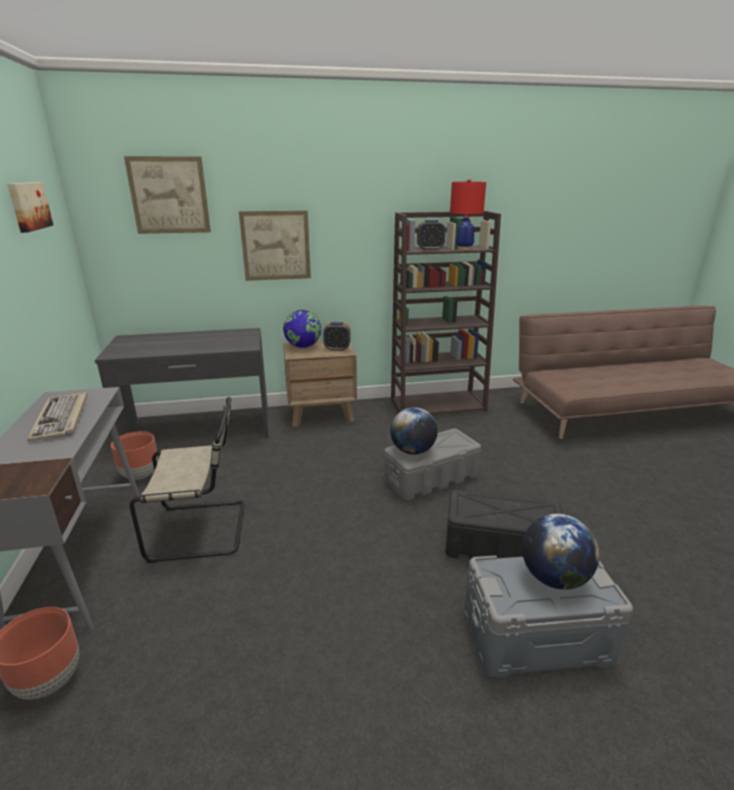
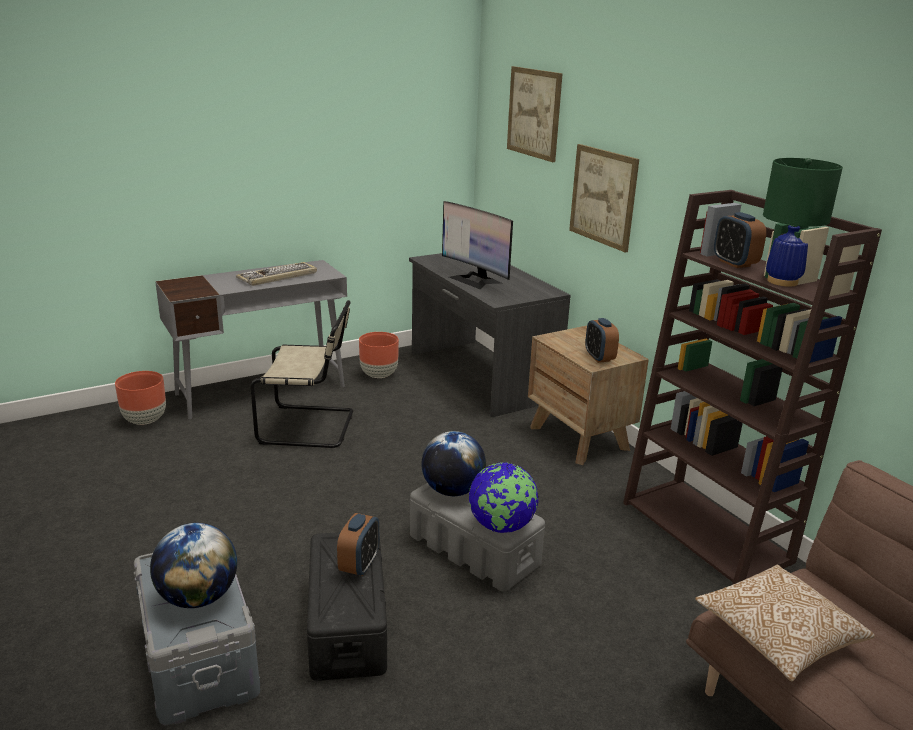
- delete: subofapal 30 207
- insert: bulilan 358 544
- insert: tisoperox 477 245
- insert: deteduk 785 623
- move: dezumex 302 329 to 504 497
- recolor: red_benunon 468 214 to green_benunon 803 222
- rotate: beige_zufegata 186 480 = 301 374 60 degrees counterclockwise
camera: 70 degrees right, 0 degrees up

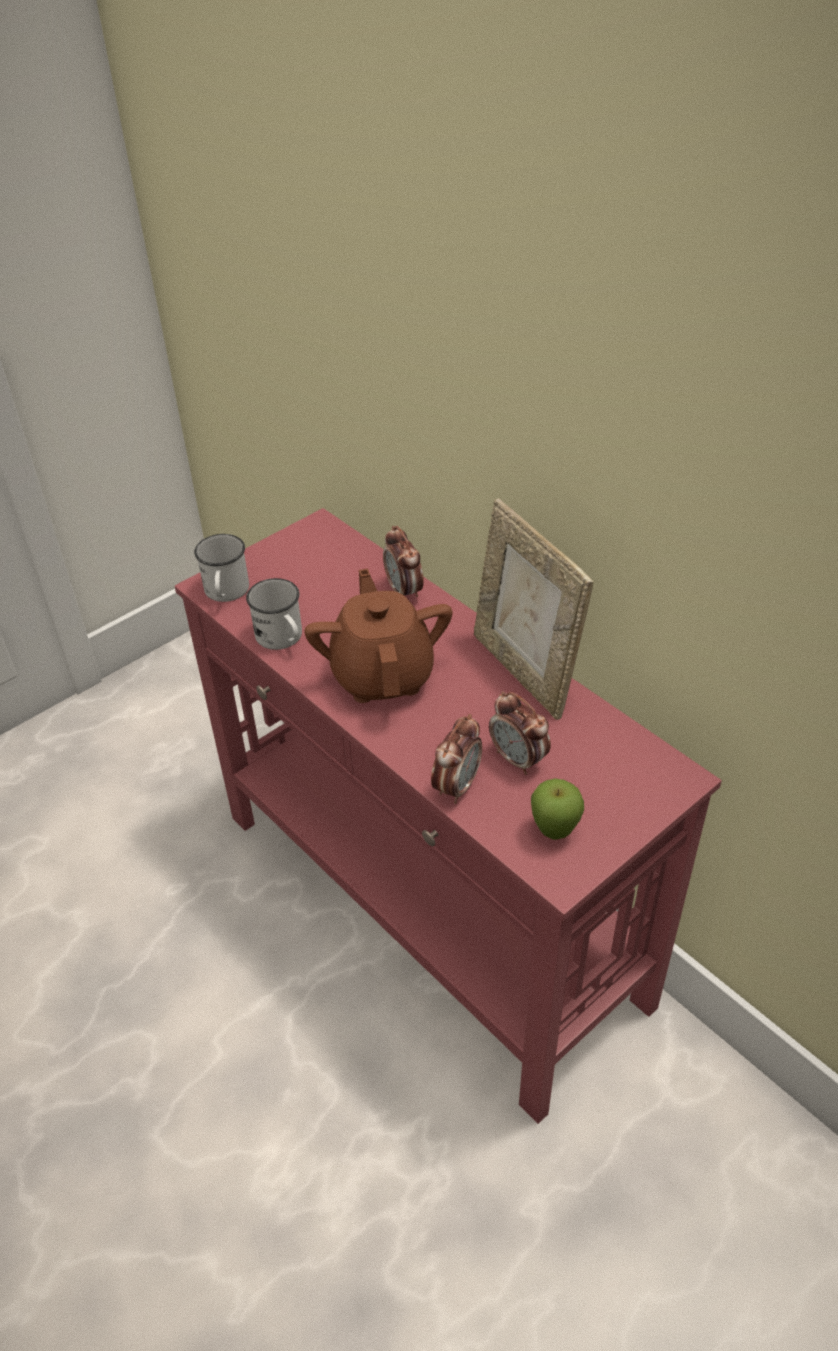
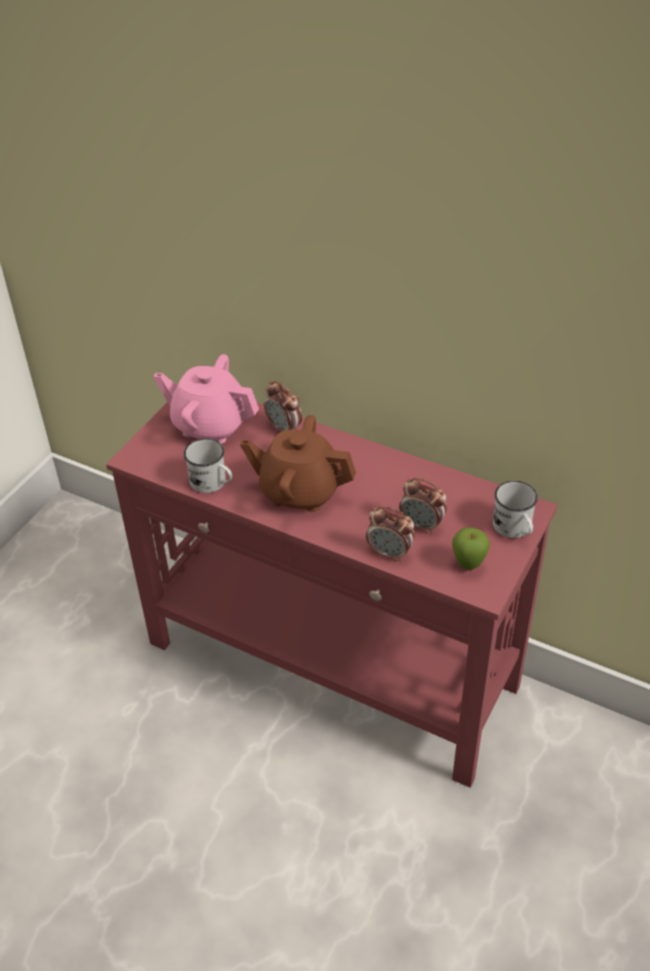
- delete: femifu 533 609
- insert: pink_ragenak 206 399
- move: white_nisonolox 221 568 to 515 509
- rotate: brown_ragenak 378 635 = 298 463 45 degrees counterclockwise
- rotate: bulilan 456 759 = 390 534 105 degrees clockwise
camera: 20 degrees left, 0 degrees up

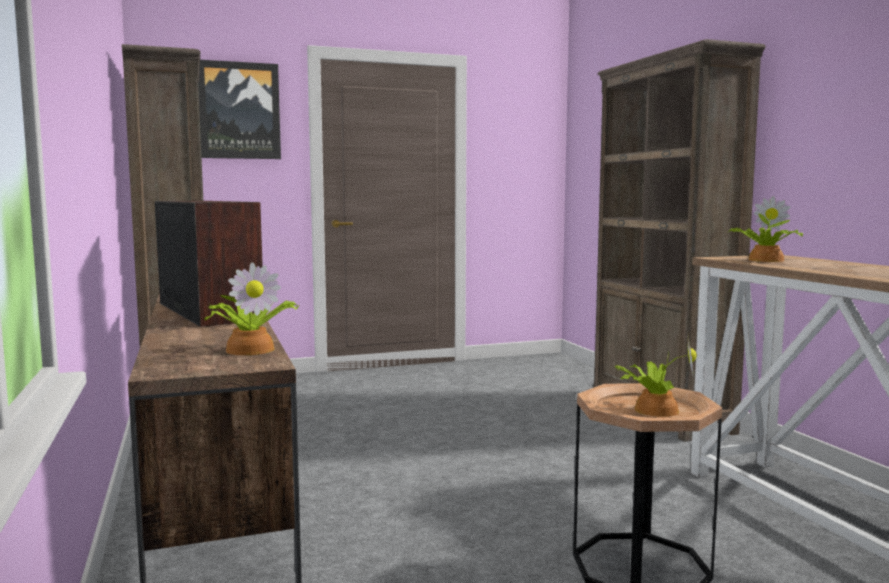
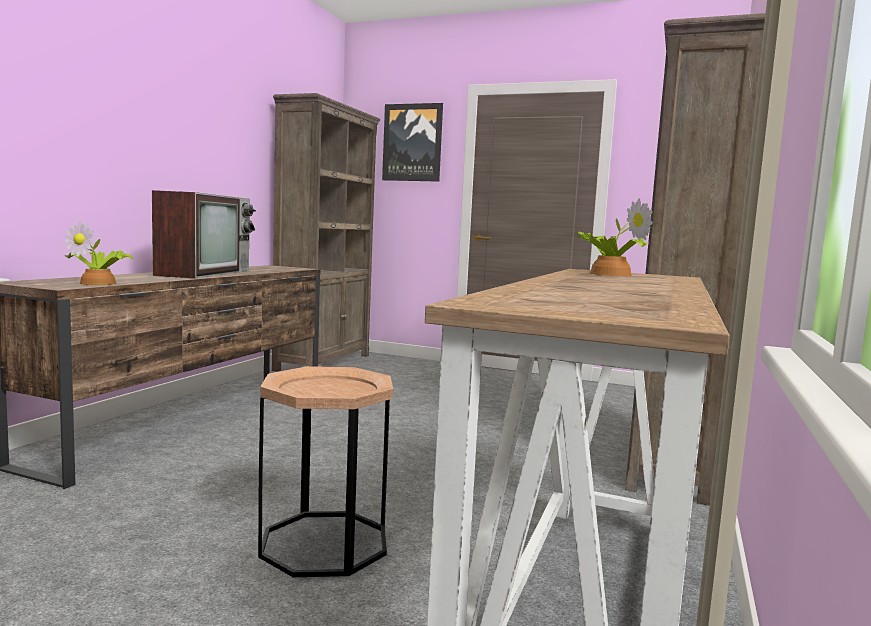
- delete: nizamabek 656 376
camera: 40 degrees right, 0 degrees up

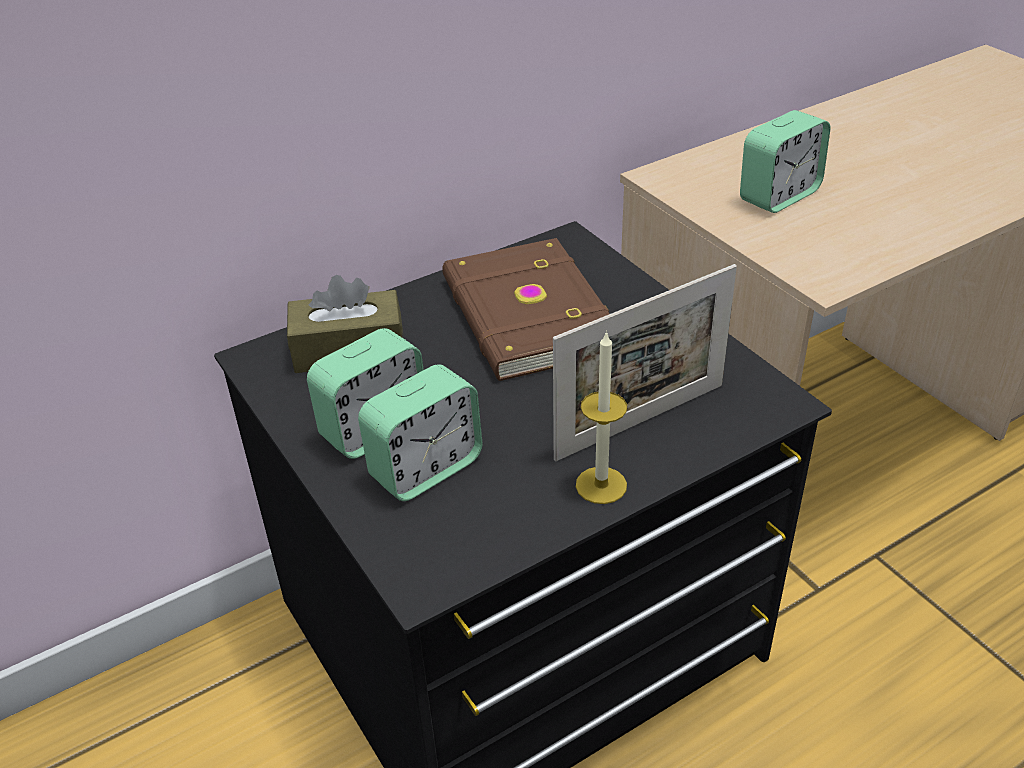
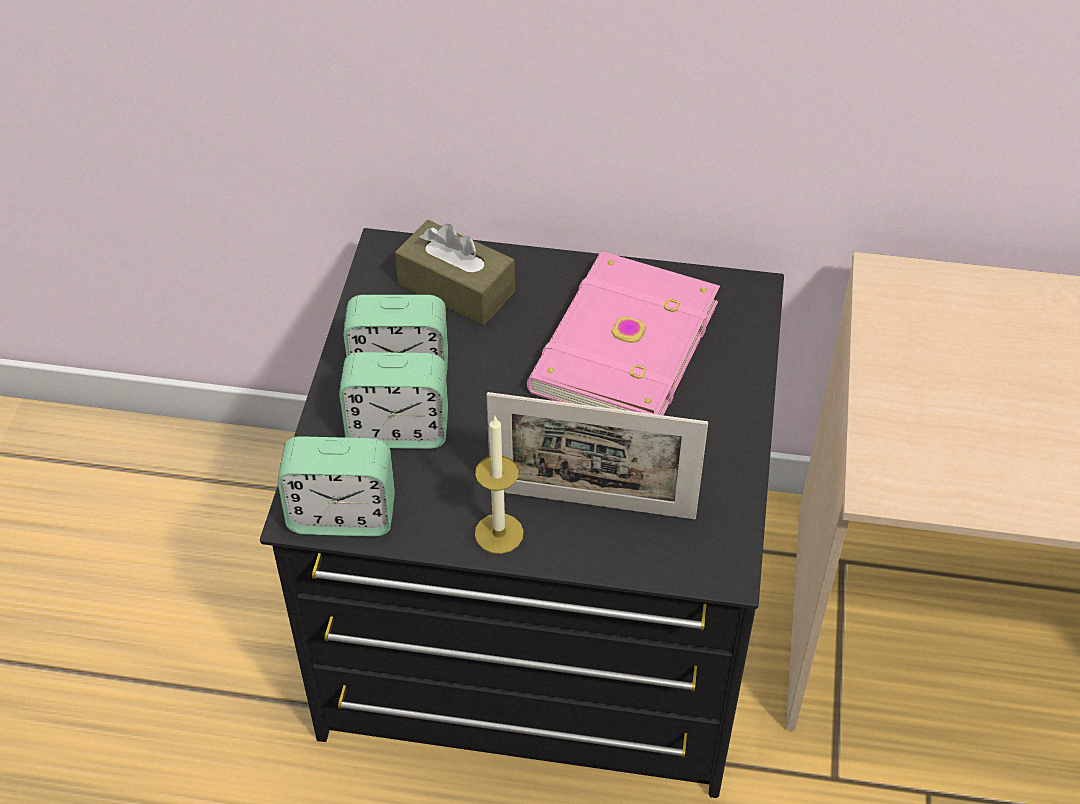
- move: bulilan 785 161 to 336 486
- recolor: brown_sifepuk 526 309 to pink_sifepuk 623 333
camera: 40 degrees right, 10 degrees up

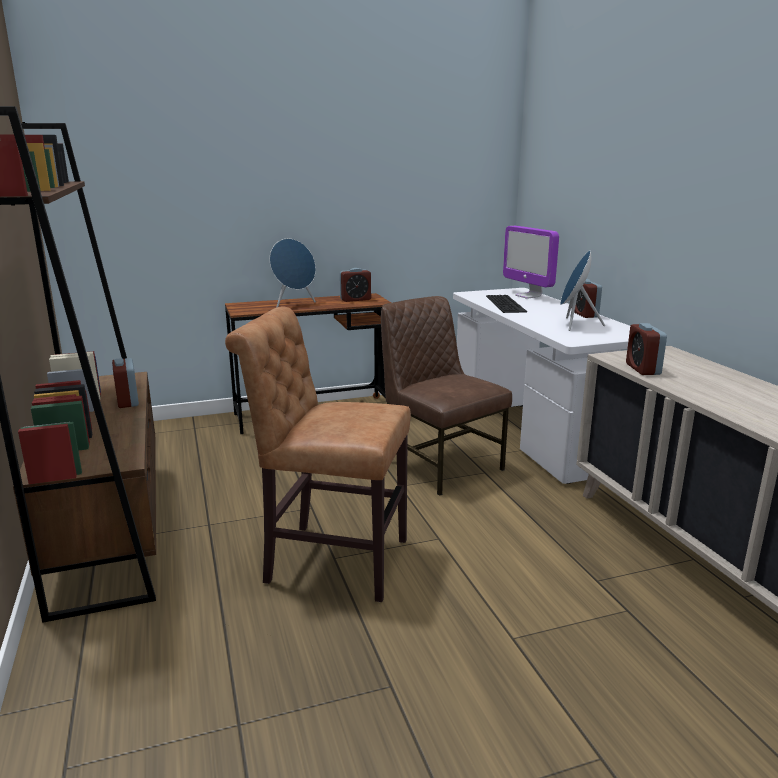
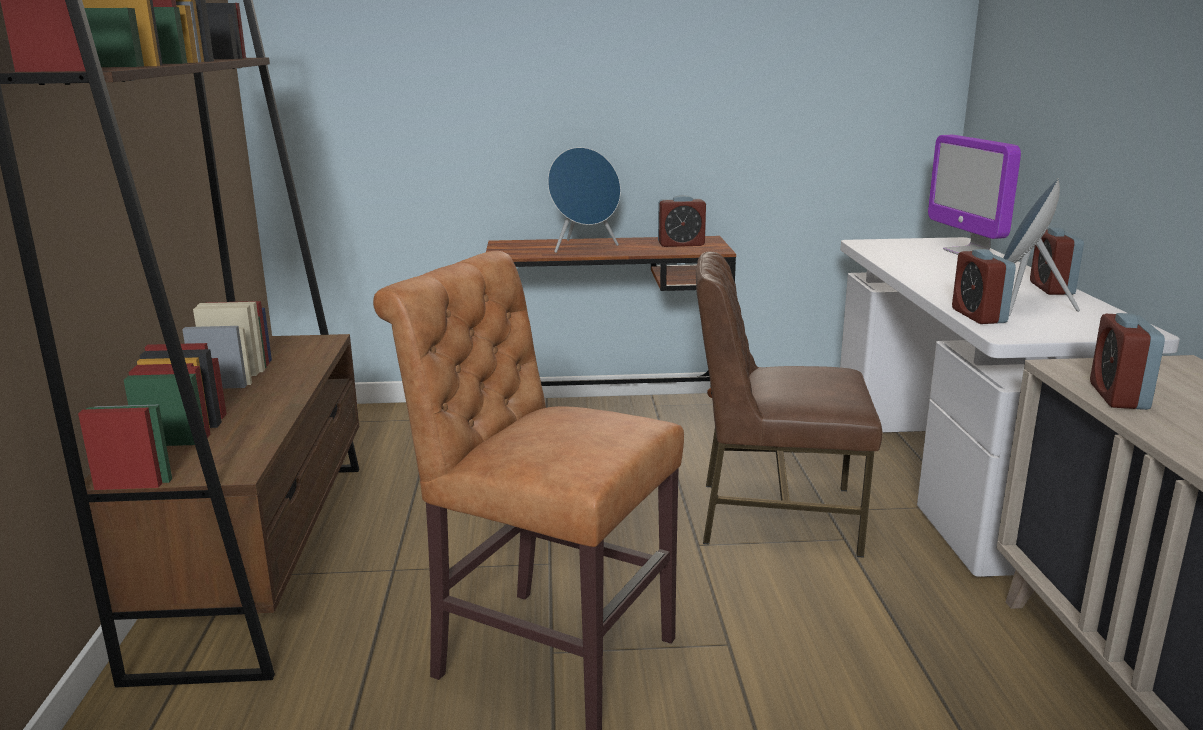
- delete: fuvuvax 506 304
- move: bulilan 125 383 to 984 286
- rotate: brown_zufegata 446 396 = 789 404 60 degrees counterclockwise
camera: 15 degrees right, 0 degrees up

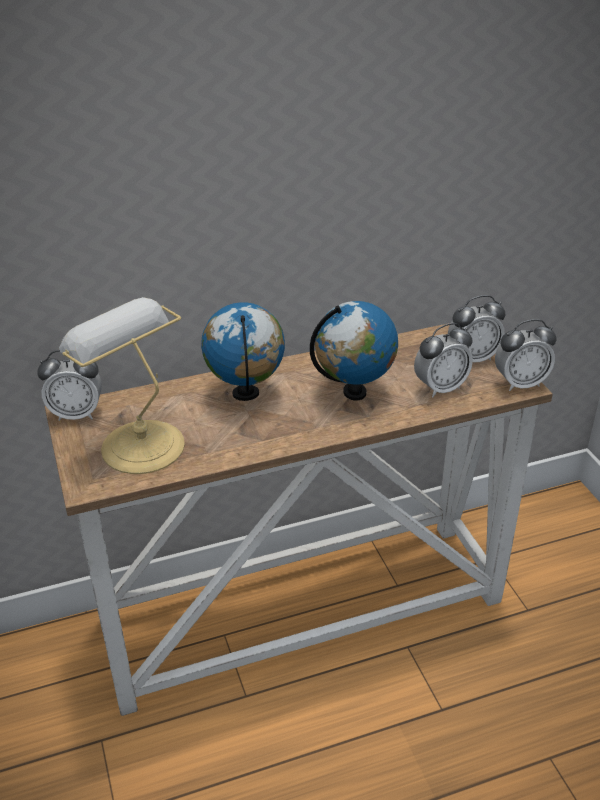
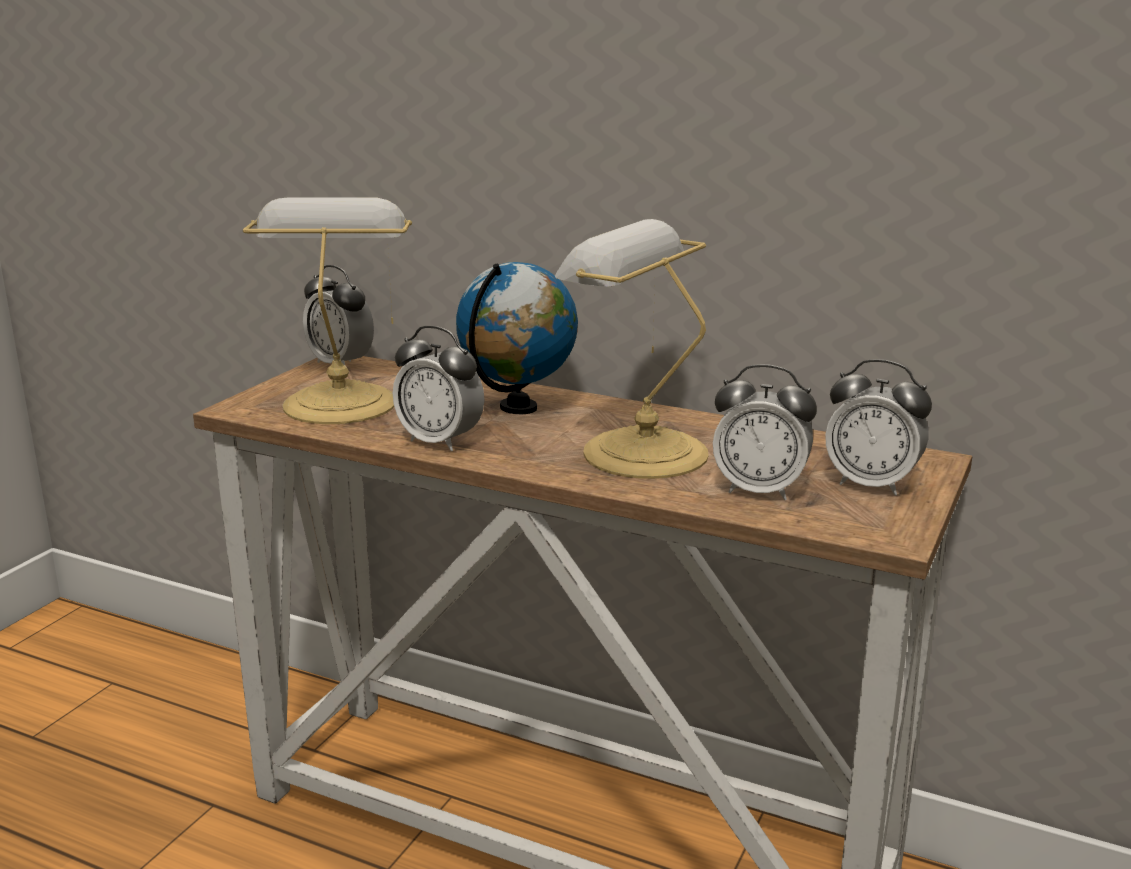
- move: bulilan 526 355 to 438 388
- replace: dezumex 354 351 to benunon 632 349
camera: 45 degrees right, 15 degrees down

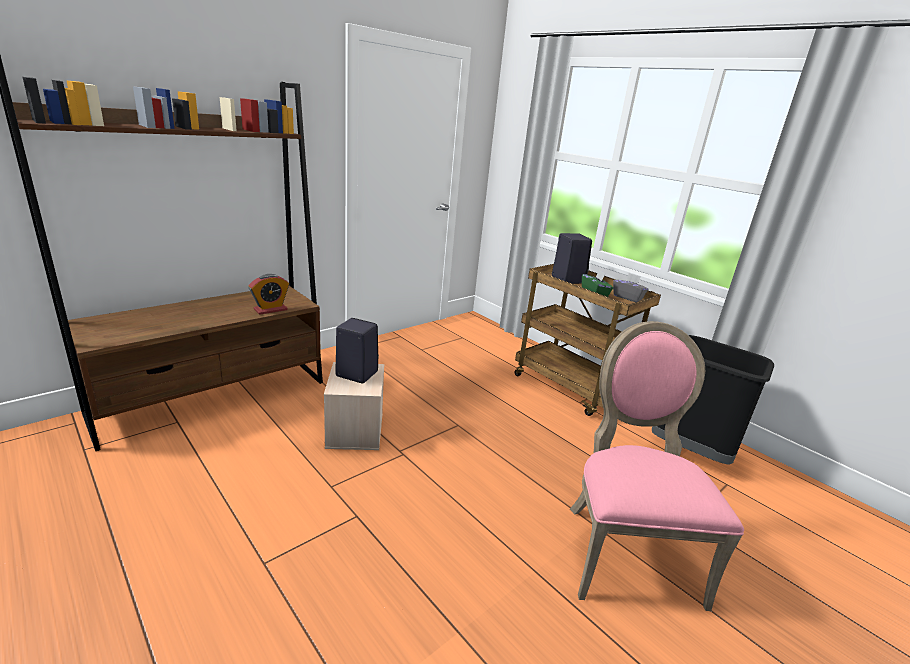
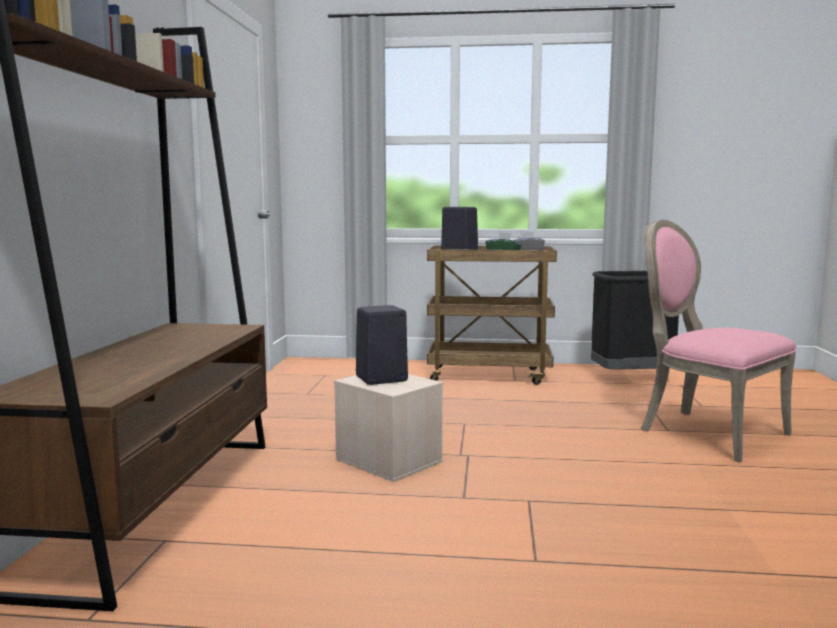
- delete: bulilan 269 294
camera: 40 degrees left, 15 degrees down

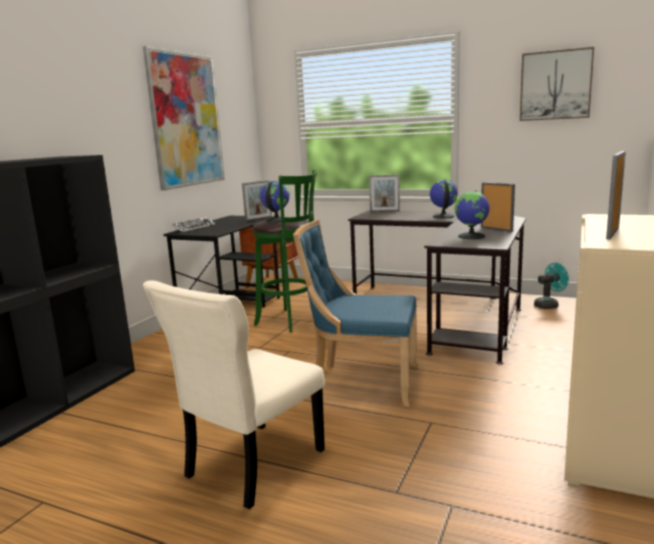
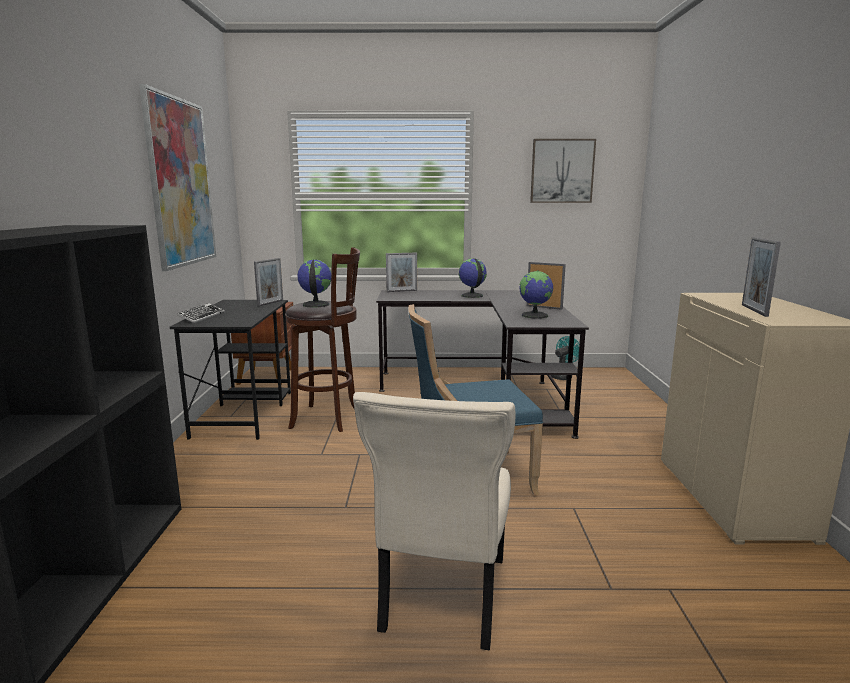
- recolor: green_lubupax 284 251 to brown_lubupax 322 339
camera: 25 degrees left, 0 degrees up

